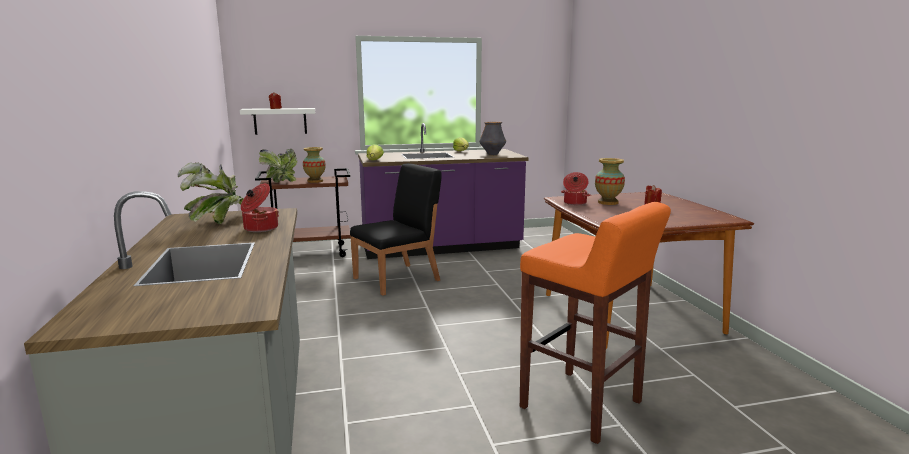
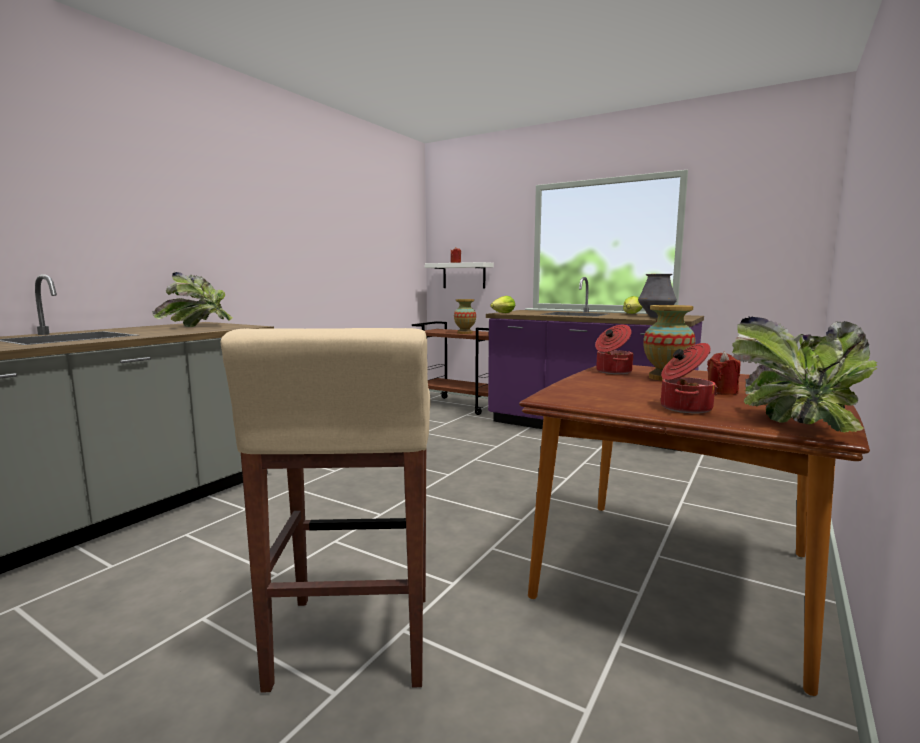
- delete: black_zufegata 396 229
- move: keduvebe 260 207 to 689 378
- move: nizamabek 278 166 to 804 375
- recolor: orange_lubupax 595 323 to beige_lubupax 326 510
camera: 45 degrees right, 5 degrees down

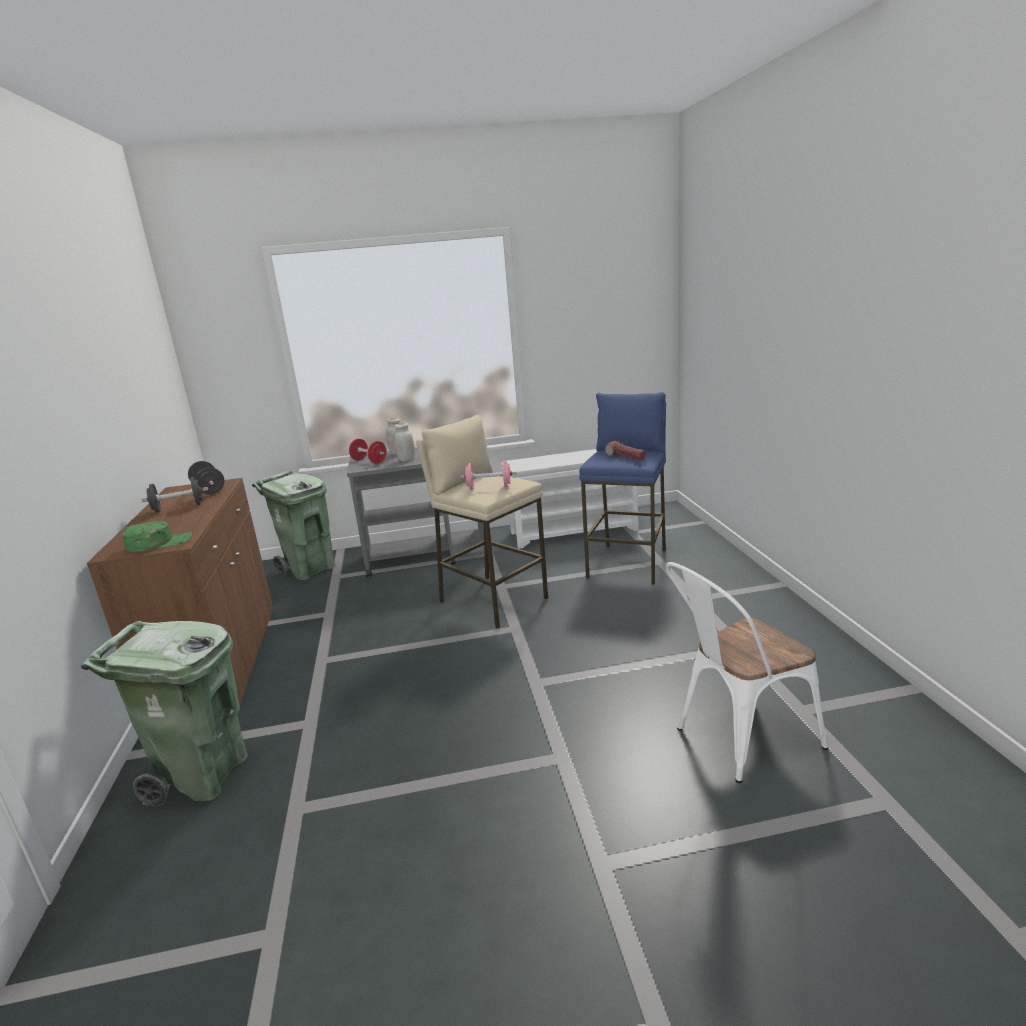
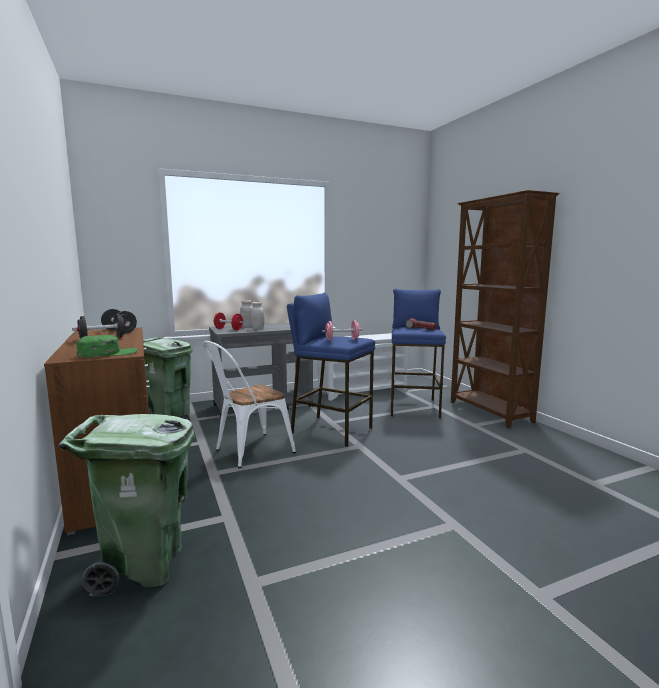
- insert: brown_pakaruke 505 309
- move: white_zufegata 747 672 to 249 404
- recolor: beige_lubupax 482 522 to blue_lubupax 331 370
camera: 15 degrees left, 10 degrees down

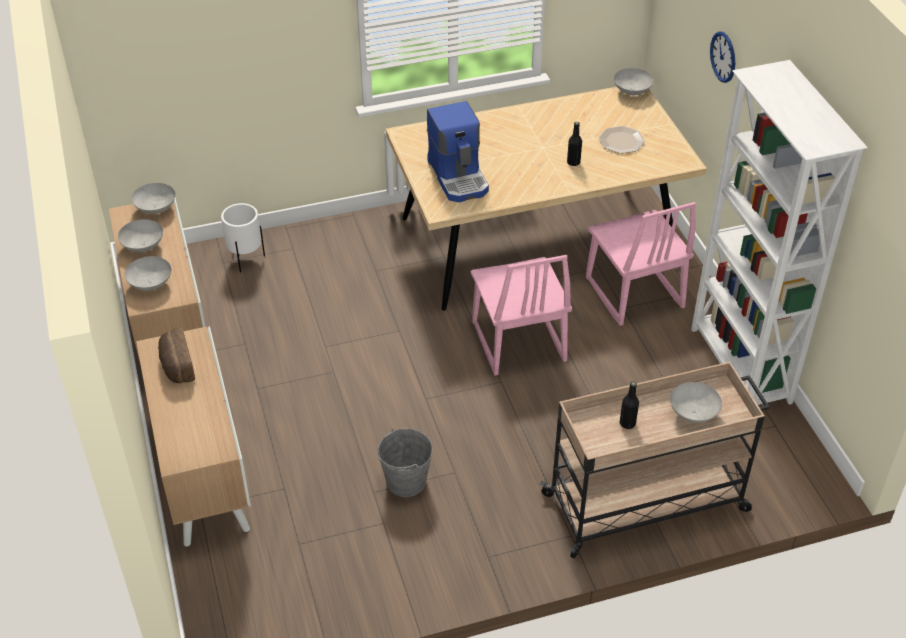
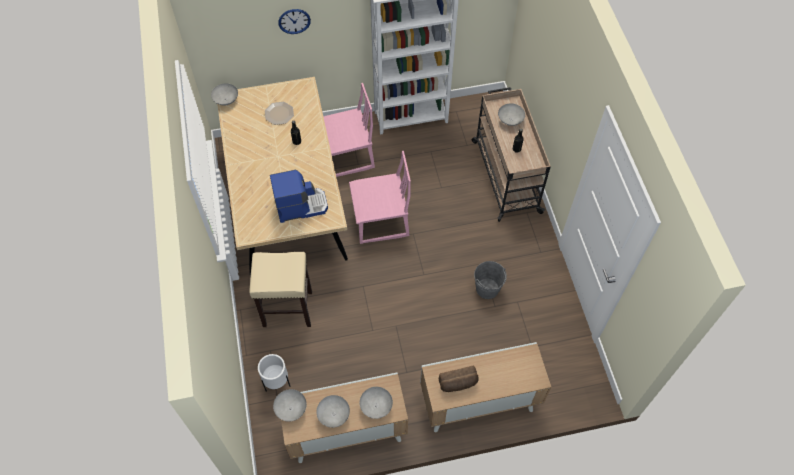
- insert: beige_lubupax 280 289
camera: 85 degrees left, 15 degrees up

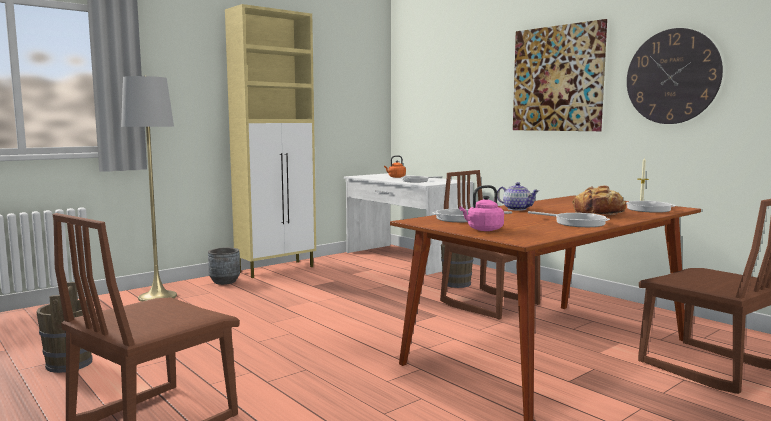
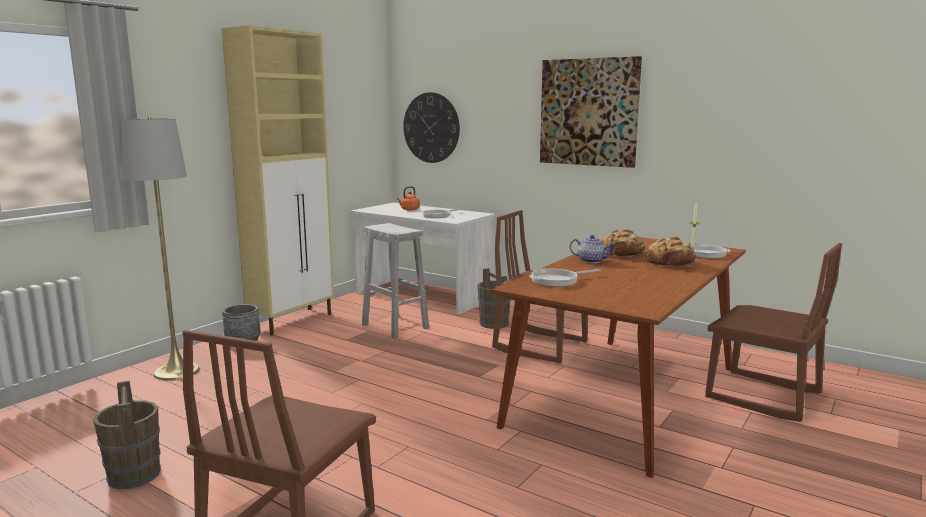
- delete: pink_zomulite 481 208
- delete: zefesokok 569 219
- insert: white_lubupax 395 281
- insert: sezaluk 623 243
- move: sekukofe 675 76 to 431 127
camera: 15 degrees left, 5 degrees up

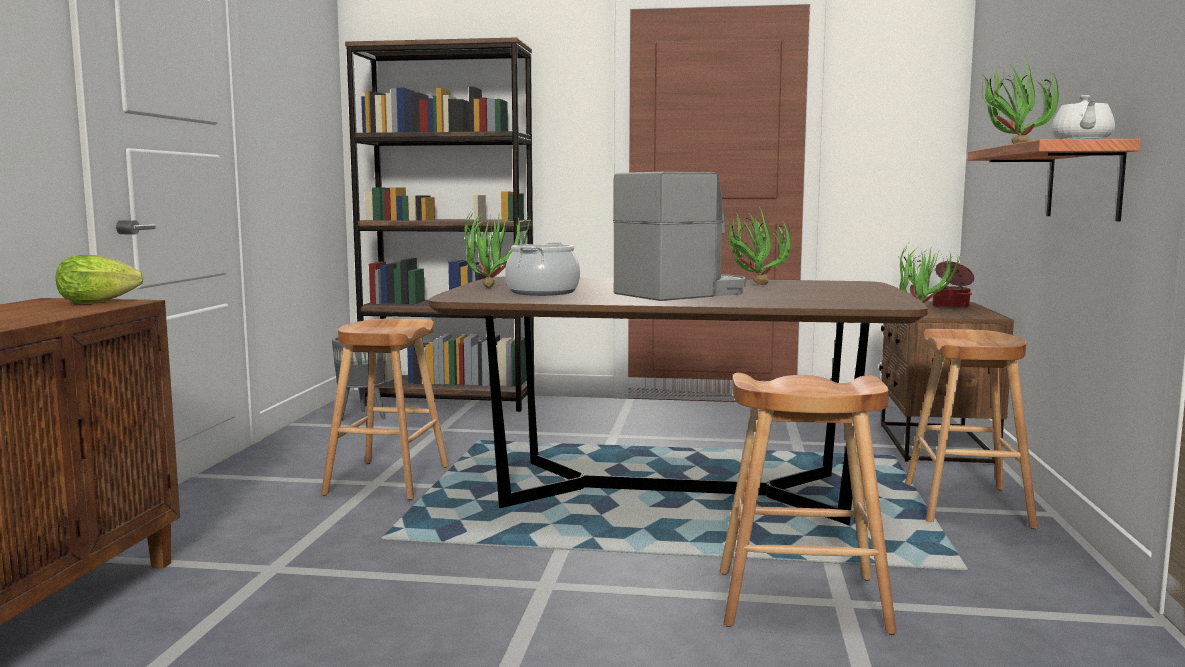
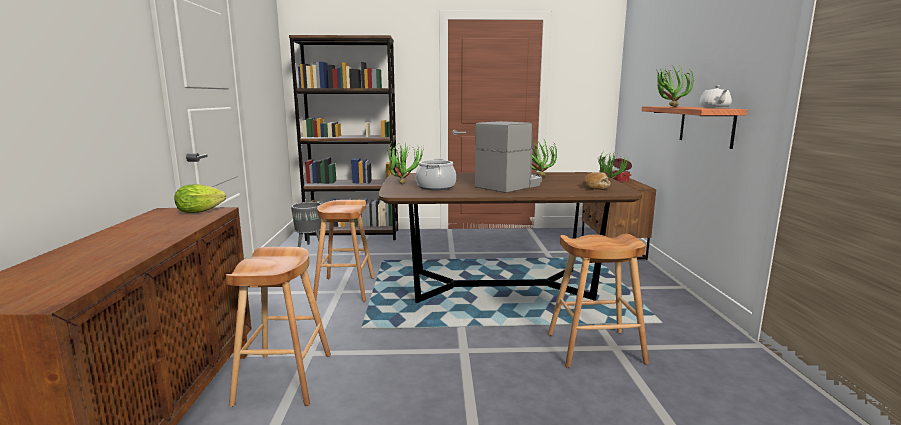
- insert: sezaluk 596 181
- move: brown_lubupax 971 429 to 278 327
camera: 10 degrees left, 5 degrees up

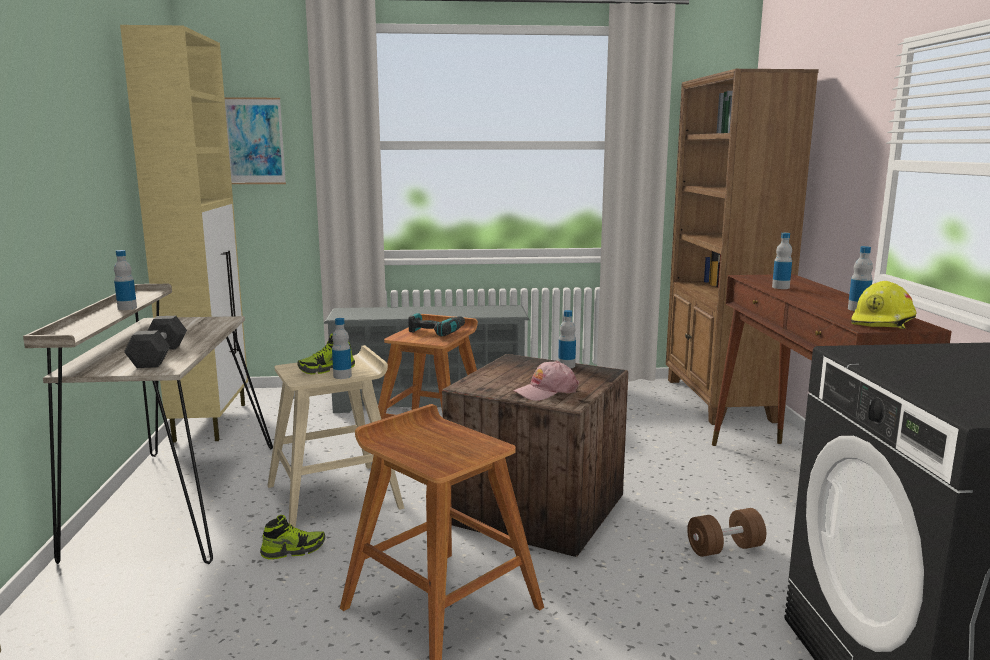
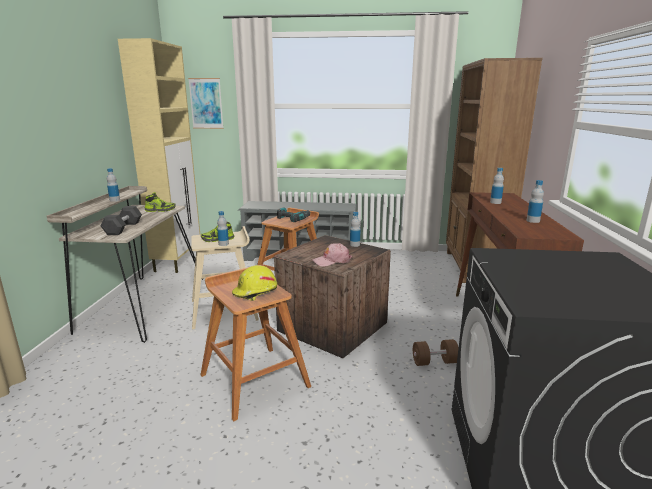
- move: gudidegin 292 537 to 160 202
- move: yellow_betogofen 883 305 to 254 283
camera: 10 degrees right, 5 degrees up

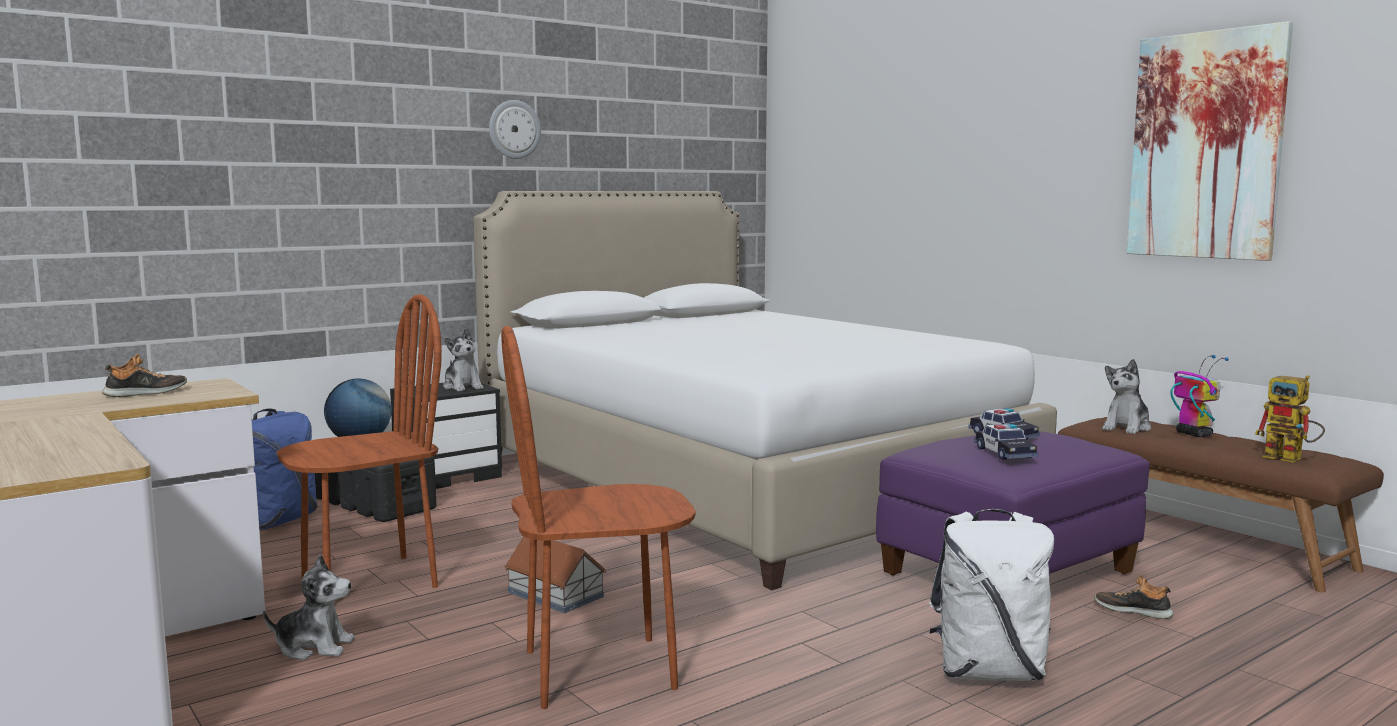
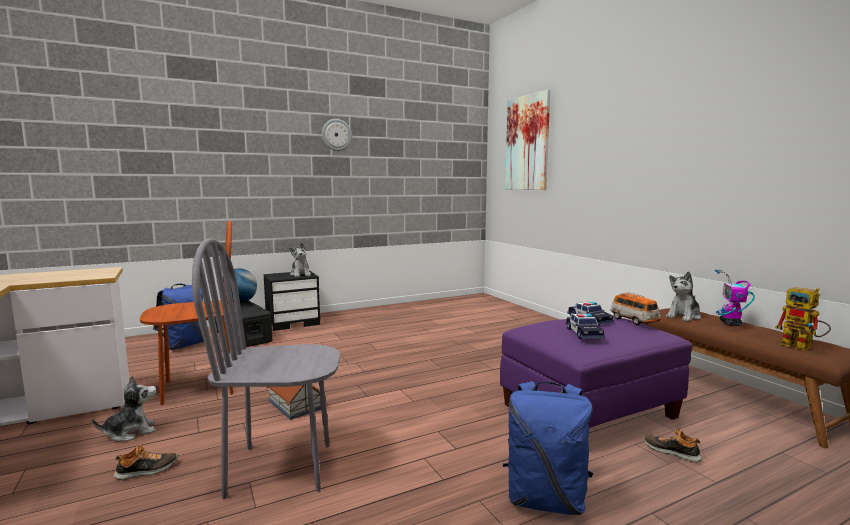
- delete: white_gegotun 765 390
- insert: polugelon 636 308
- move: gudidegin 144 375 to 145 462
- move: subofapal 1210 141 to 527 140
- recolor: brown_zufegata 598 517 to grey_zufegata 266 368
- recolor: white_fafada 991 595 to blue_fafada 548 448
- rotate: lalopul 309 607 = 124 408 45 degrees counterclockwise
- rotate: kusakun 1199 396 = 735 297 150 degrees counterclockwise
camera: 10 degrees right, 0 degrees up

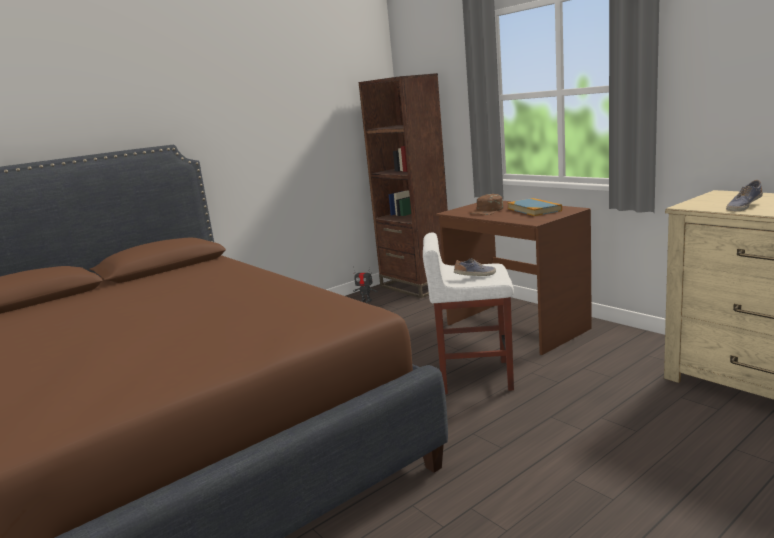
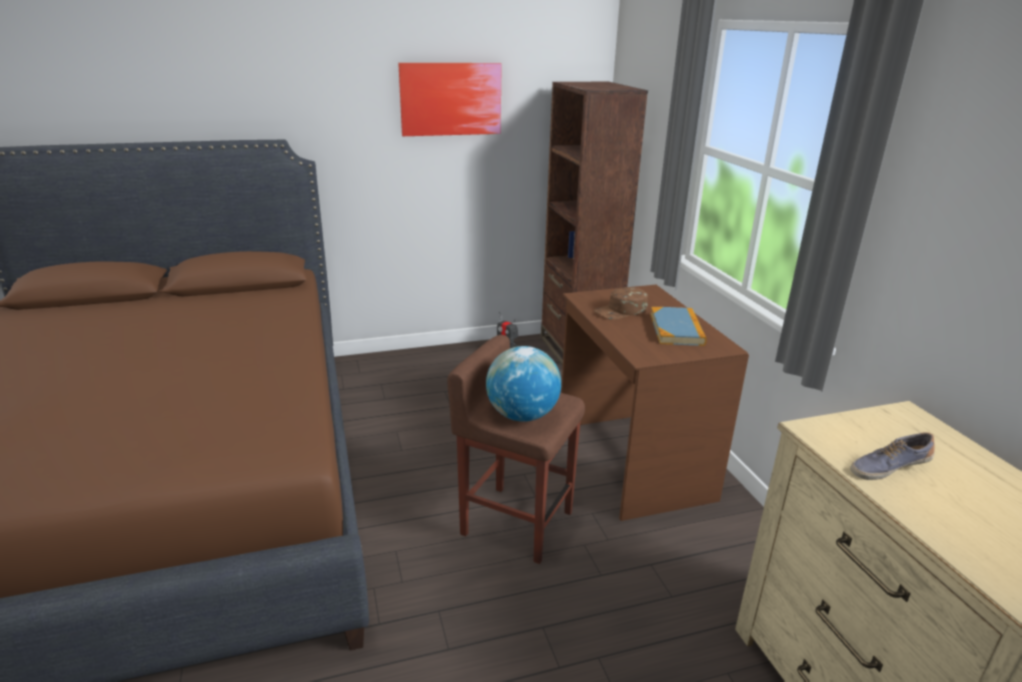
- insert: subofapal 450 99
- replace: gudidegin 475 267 to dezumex 523 384
- recolor: white_lubupax 468 313 to brown_lubupax 516 449
camera: 20 degrees right, 10 degrees up

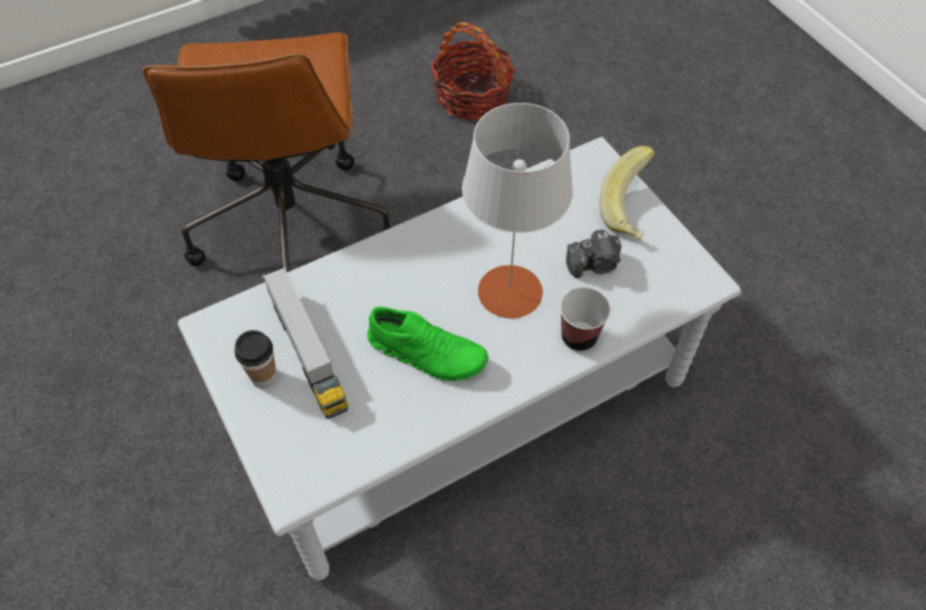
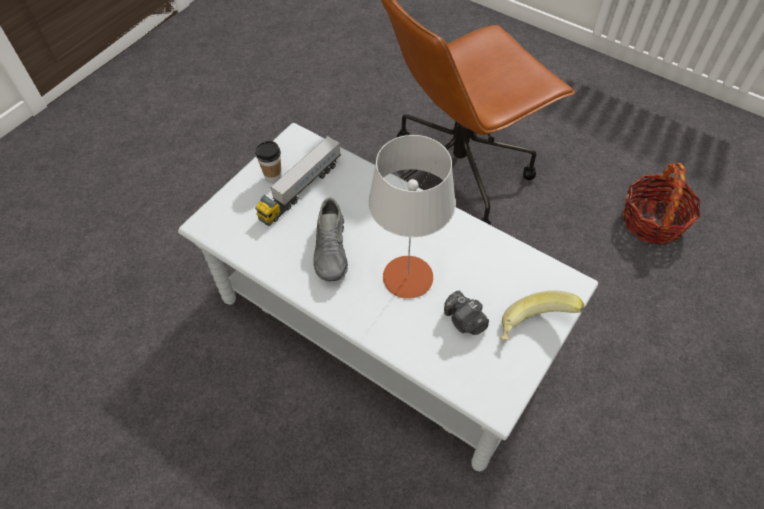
- delete: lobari 585 319
- recolor: green_gudidegin 427 344 to grey_gudidegin 330 239
camera: 65 degrees right, 0 degrees up

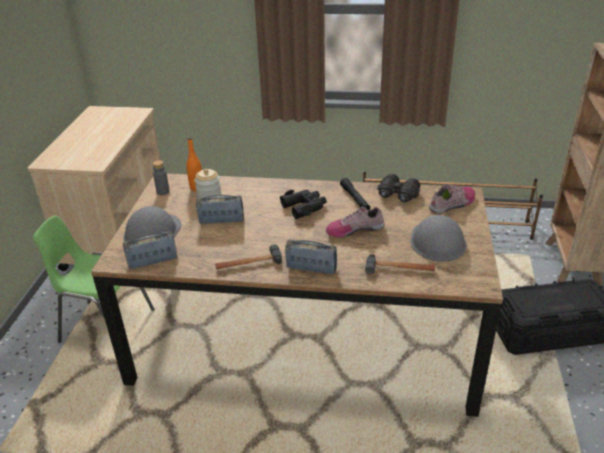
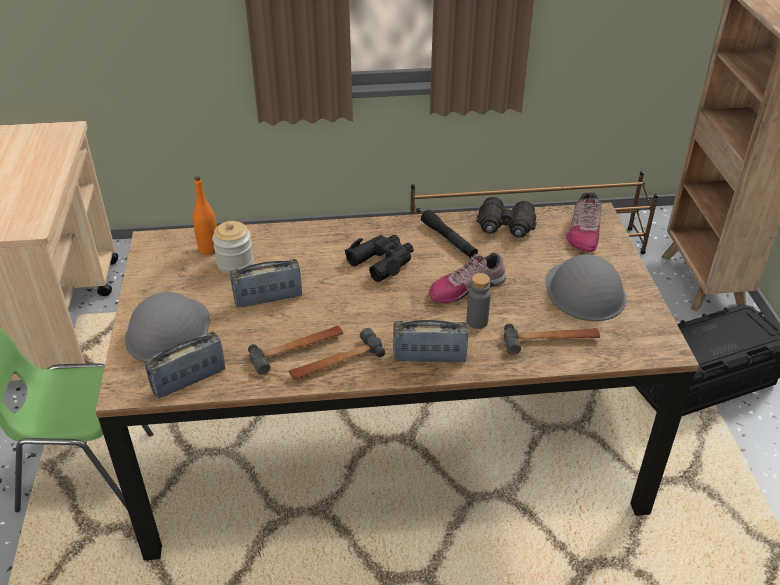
- insert: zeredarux 295 350
- move: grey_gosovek 161 177 to 478 301
- rotate: gudidegin 452 198 = 584 222 150 degrees clockwise
camera: 15 degrees left, 5 degrees up

